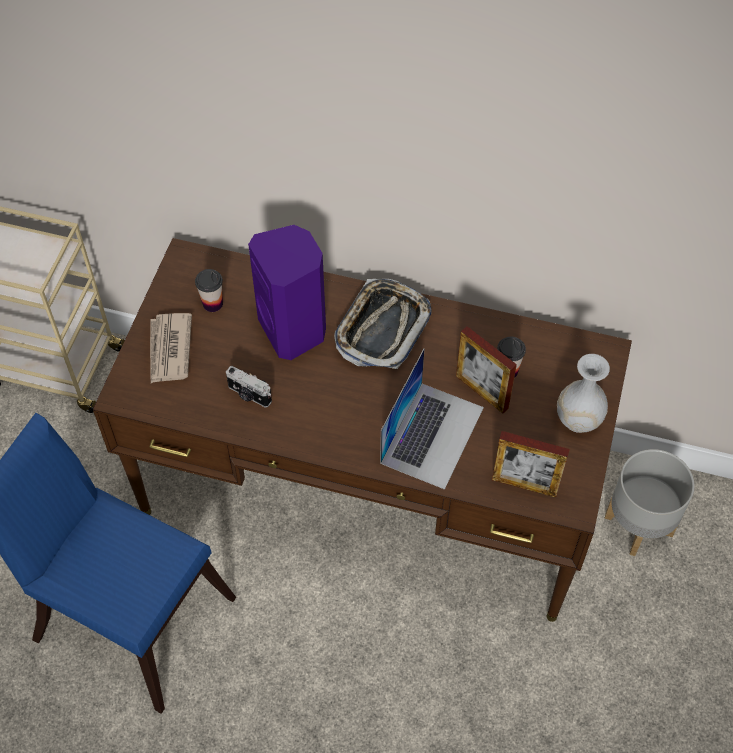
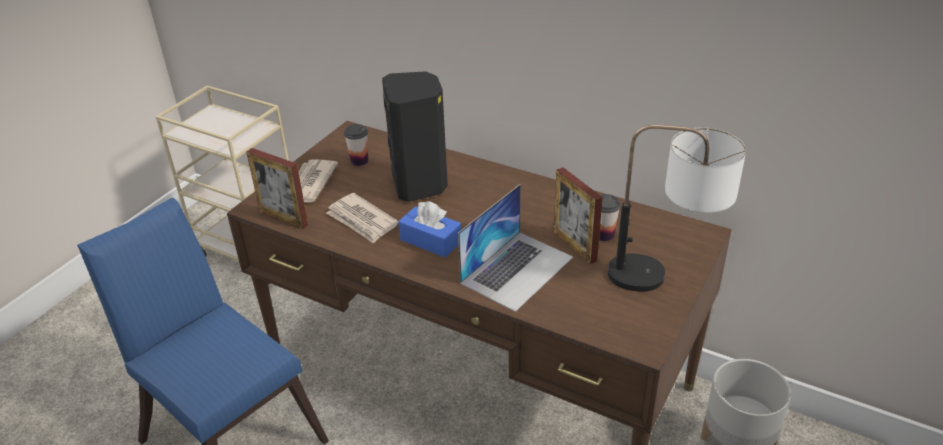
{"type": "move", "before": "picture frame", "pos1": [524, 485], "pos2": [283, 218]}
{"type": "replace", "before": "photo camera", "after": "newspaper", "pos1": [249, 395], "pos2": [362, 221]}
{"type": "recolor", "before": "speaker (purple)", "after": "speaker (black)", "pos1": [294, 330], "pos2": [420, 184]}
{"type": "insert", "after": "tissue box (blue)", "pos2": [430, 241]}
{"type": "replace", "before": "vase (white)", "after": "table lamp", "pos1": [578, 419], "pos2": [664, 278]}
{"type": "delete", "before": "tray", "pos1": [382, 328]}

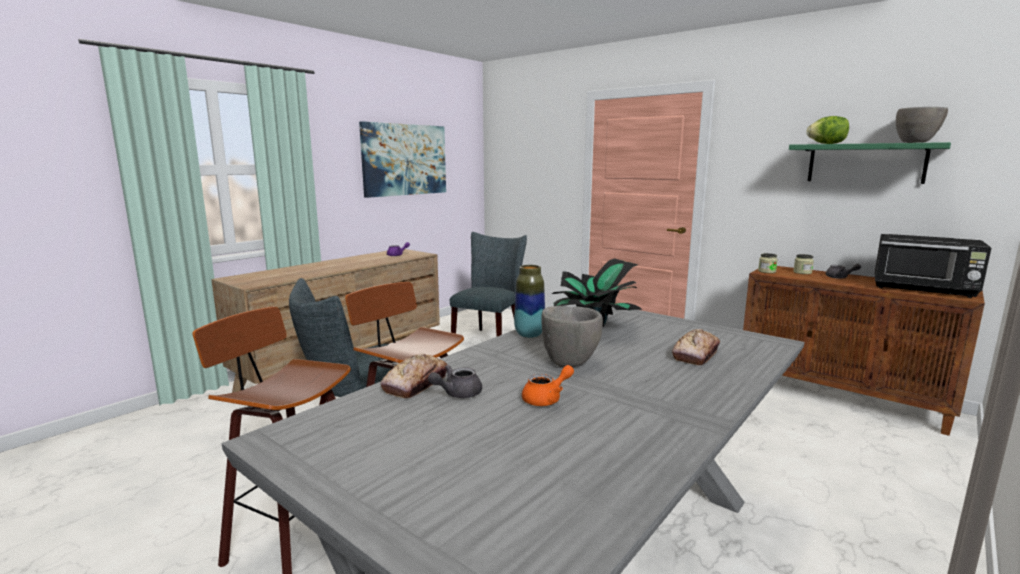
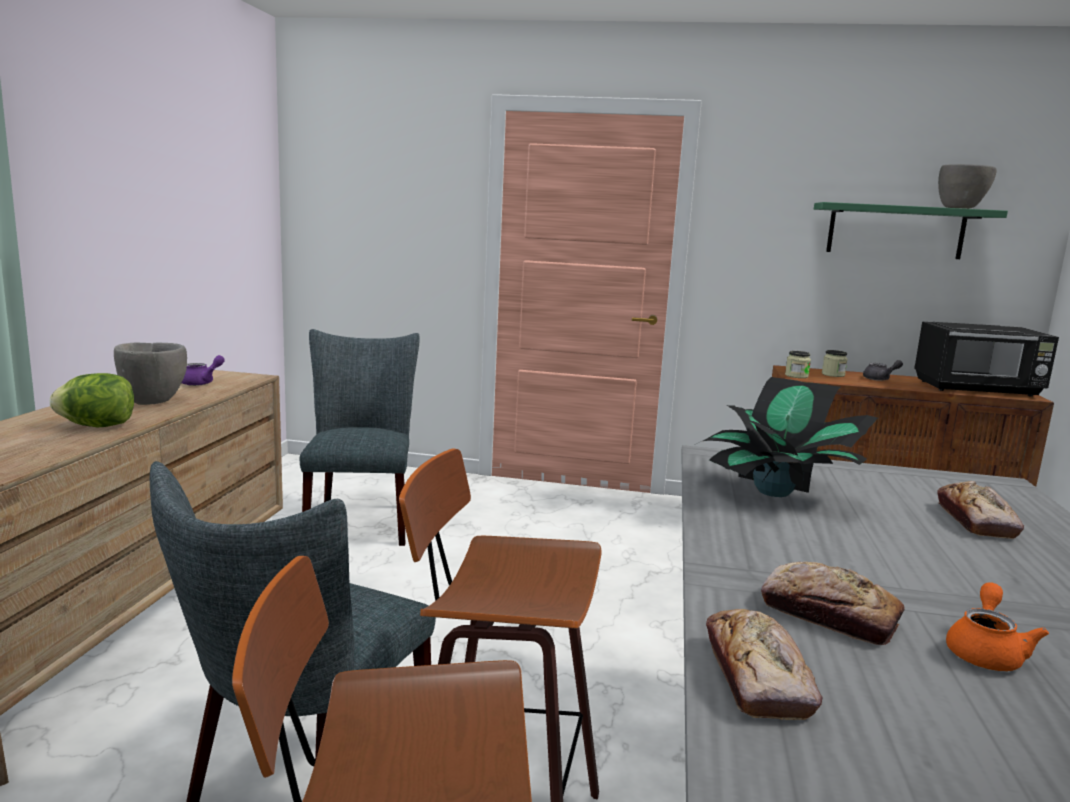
{"type": "move", "before": "lettuce", "pos1": [827, 144], "pos2": [98, 426]}
{"type": "move", "before": "bowl (grey)", "pos1": [569, 362], "pos2": [153, 401]}
{"type": "insert", "after": "bread", "pos2": [828, 615]}
{"type": "delete", "before": "picture", "pos1": [405, 160]}
{"type": "delete", "before": "teapot (grey)", "pos1": [457, 394]}
{"type": "delete", "before": "vase", "pos1": [529, 335]}

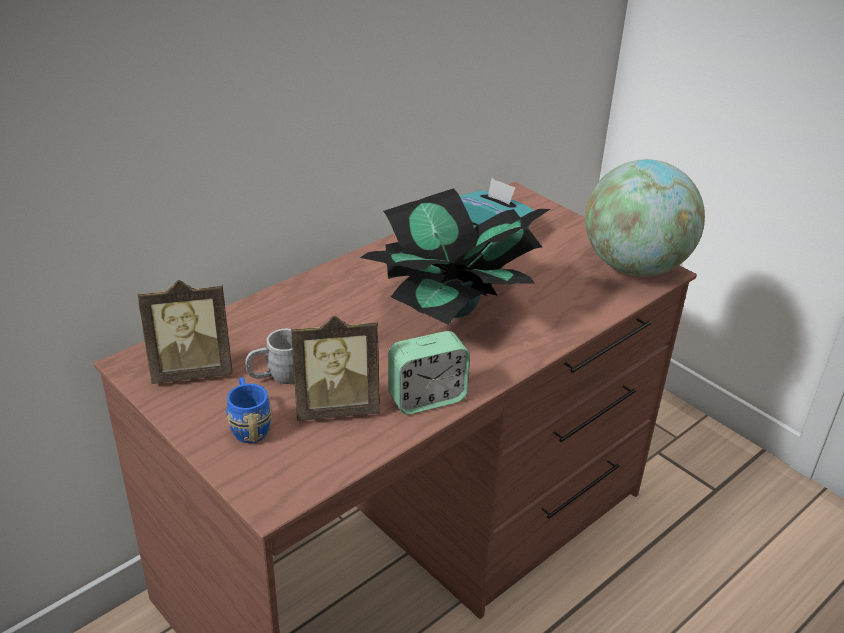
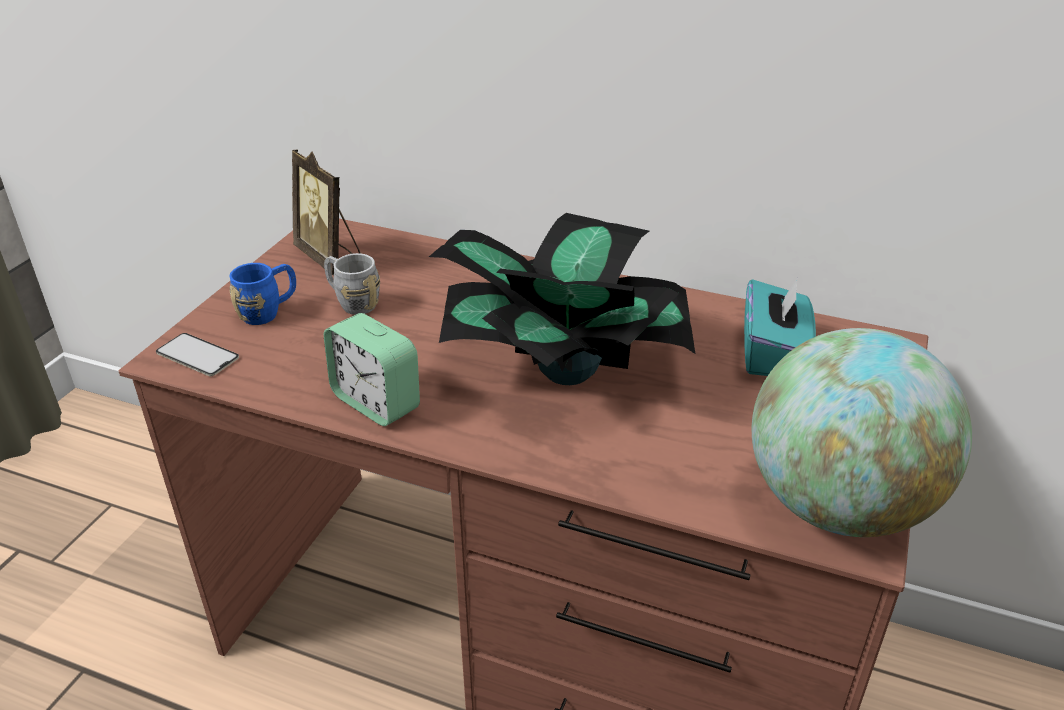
{"type": "insert", "after": "phone", "pos2": [197, 355]}
{"type": "delete", "before": "picture frame", "pos1": [336, 407]}

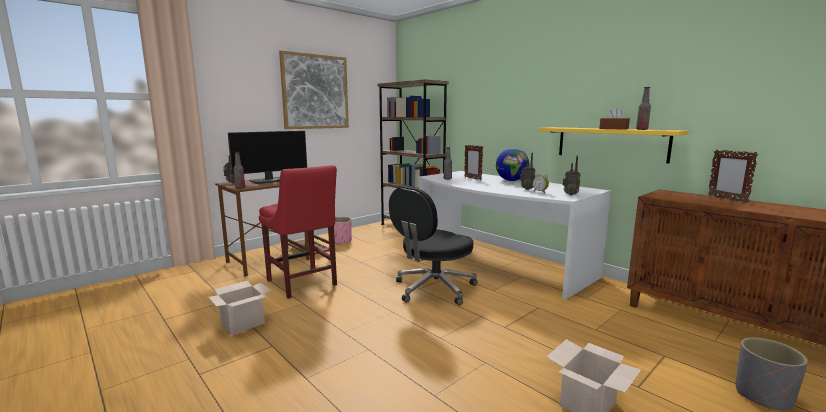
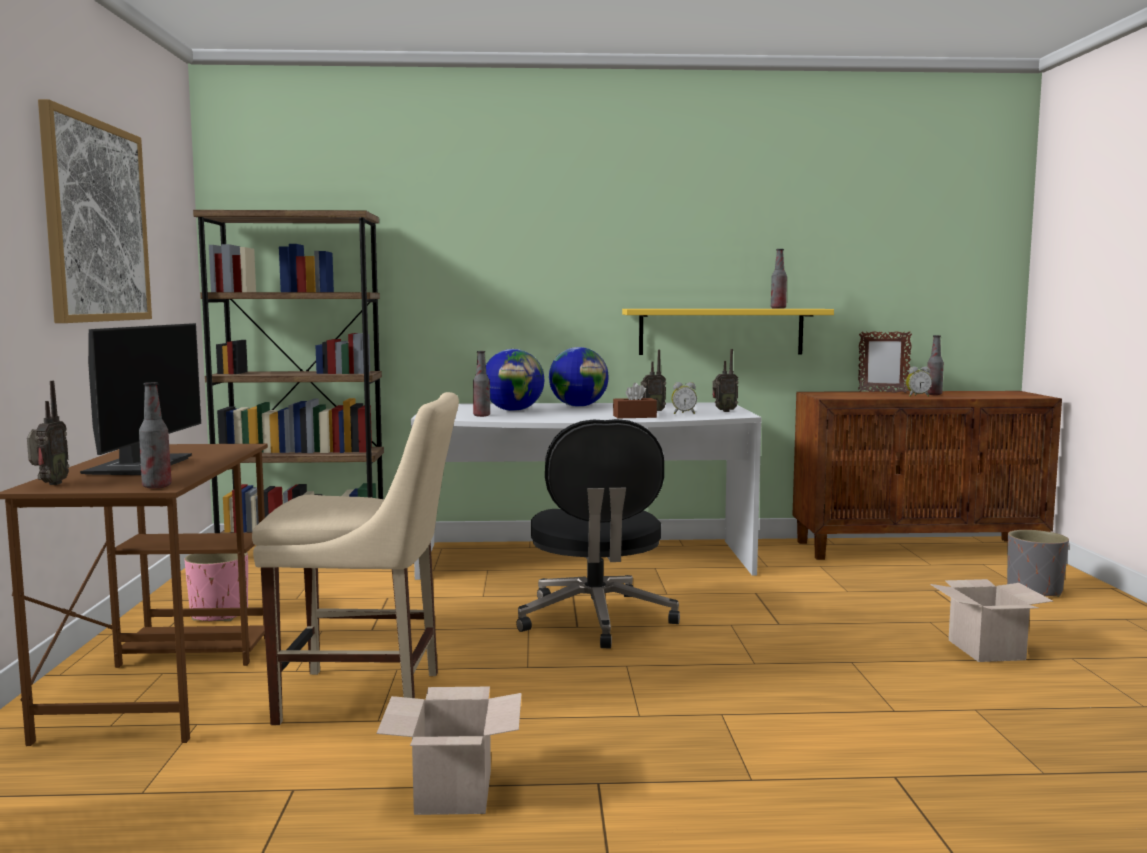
{"type": "recolor", "before": "chair (red)", "after": "chair (beige)", "pos1": [302, 284], "pos2": [369, 698]}
{"type": "replace", "before": "picture frame", "after": "globe", "pos1": [472, 178], "pos2": [513, 410]}
{"type": "move", "before": "tissue box (brown)", "pos1": [613, 129], "pos2": [634, 416]}
{"type": "insert", "after": "alarm clock", "pos2": [917, 396]}
{"type": "insert", "after": "bottle", "pos2": [933, 394]}

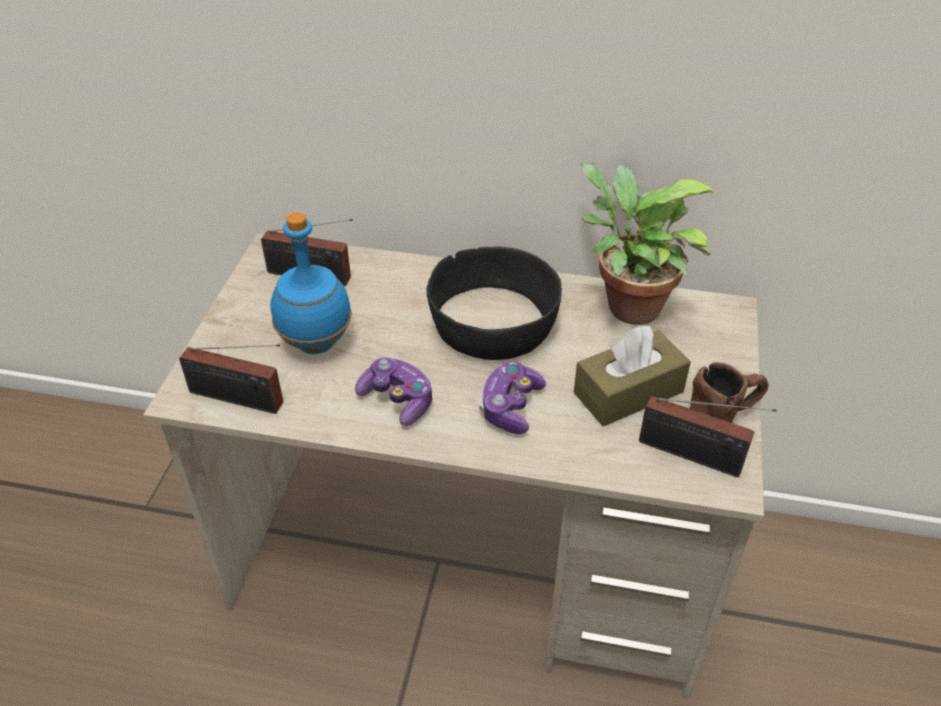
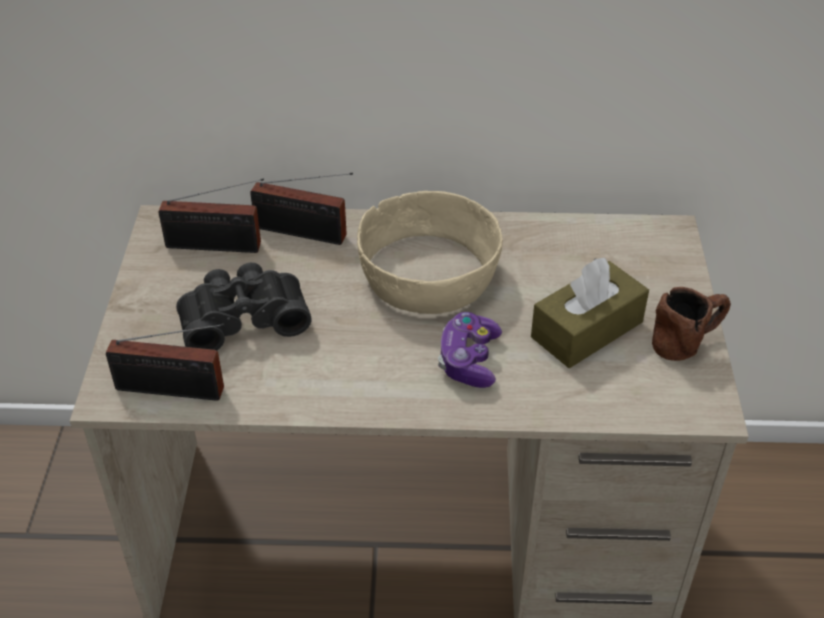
{"type": "replace", "before": "bottle (blue)", "after": "binoculars (black)", "pos1": [317, 342], "pos2": [243, 318]}
{"type": "move", "before": "radio", "pos1": [695, 457], "pos2": [305, 233]}
{"type": "recolor", "before": "bowl (black)", "after": "bowl (beige)", "pos1": [494, 323], "pos2": [430, 274]}
{"type": "delete", "before": "game controller", "pos1": [397, 400]}
{"type": "delete", "before": "potted plant", "pos1": [626, 306]}

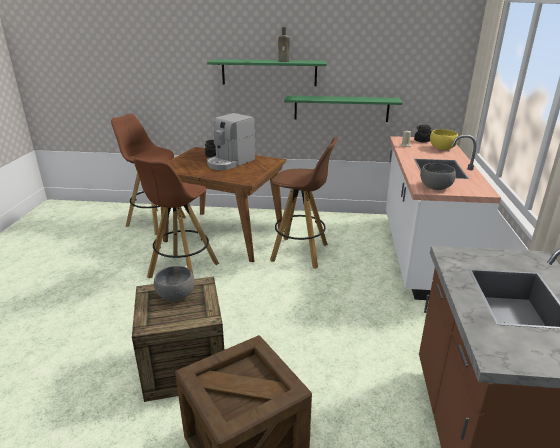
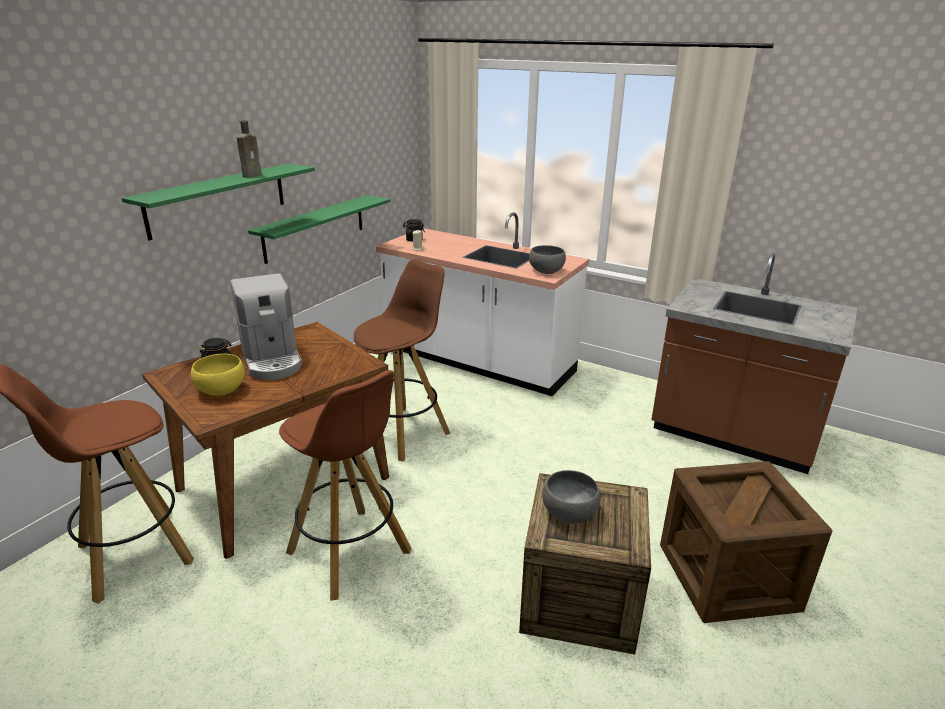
{"type": "move", "before": "bowl (yellow)", "pos1": [442, 148], "pos2": [221, 389]}

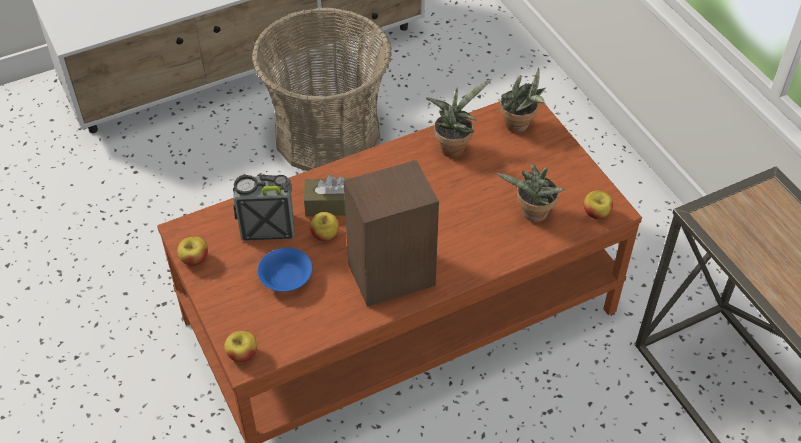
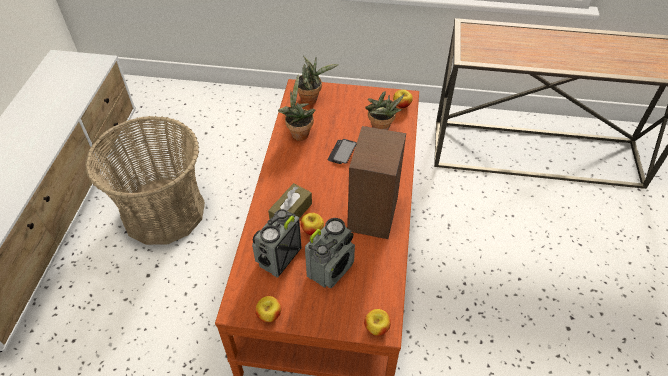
{"type": "replace", "before": "bowl (blue)", "after": "radio", "pos1": [286, 278], "pos2": [331, 269]}
{"type": "insert", "after": "phone", "pos2": [342, 152]}

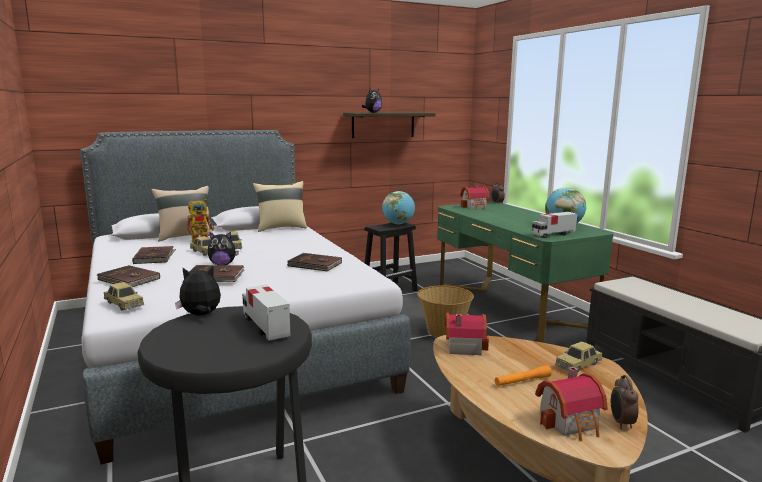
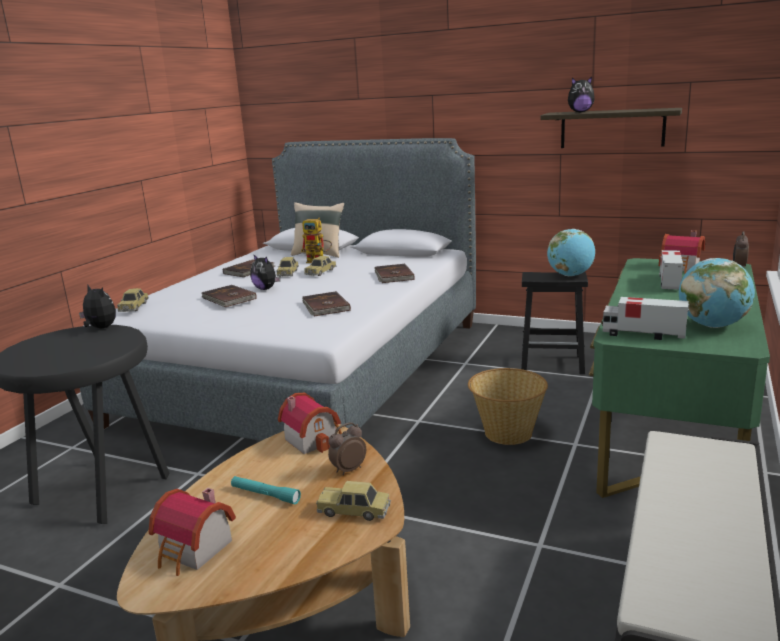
{"type": "recolor", "before": "flashlight (orange)", "after": "flashlight (turquoise)", "pos1": [522, 381], "pos2": [265, 495]}
{"type": "move", "before": "alarm clock", "pos1": [621, 423], "pos2": [348, 470]}
{"type": "move", "before": "book (brown)", "pos1": [128, 279], "pos2": [393, 276]}
{"type": "move", "before": "toy truck", "pos1": [265, 327], "pos2": [669, 282]}
{"type": "delete", "before": "pillow (beige)", "pos1": [281, 228]}

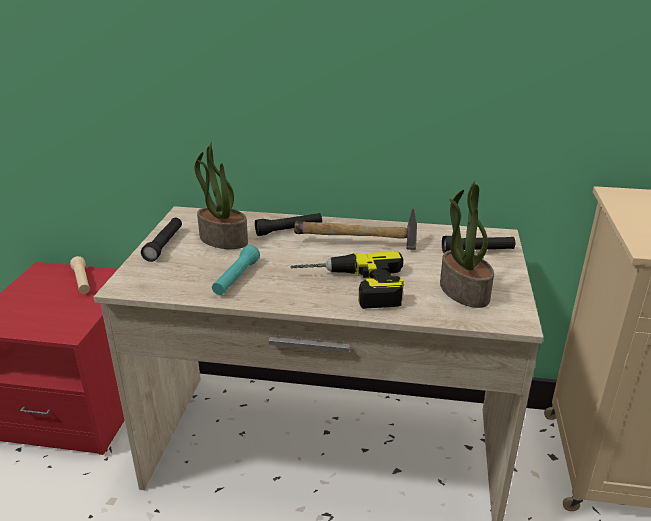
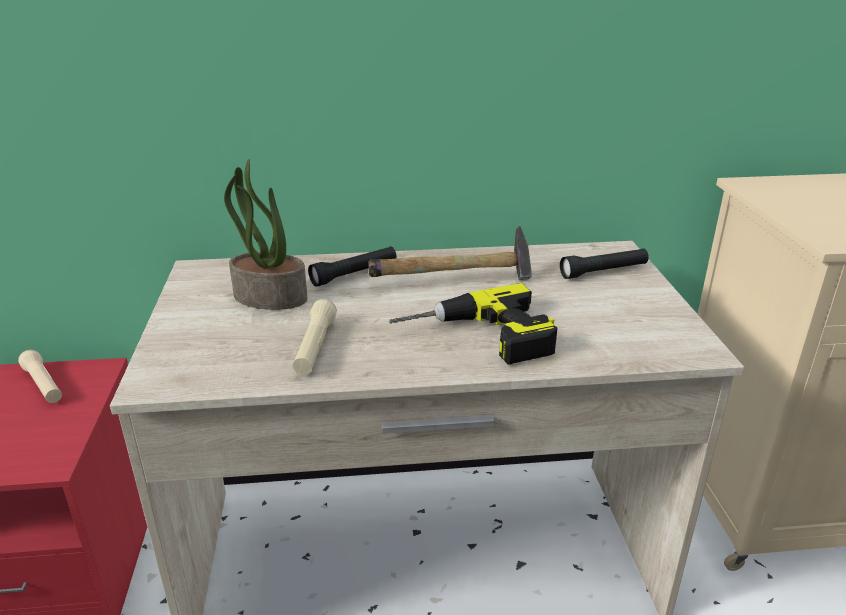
{"type": "recolor", "before": "flashlight (turquoise)", "after": "flashlight (beige)", "pos1": [236, 278], "pos2": [315, 347]}
{"type": "delete", "before": "flashlight (black)", "pos1": [164, 245]}
{"type": "delete", "before": "potted plant", "pos1": [462, 291]}

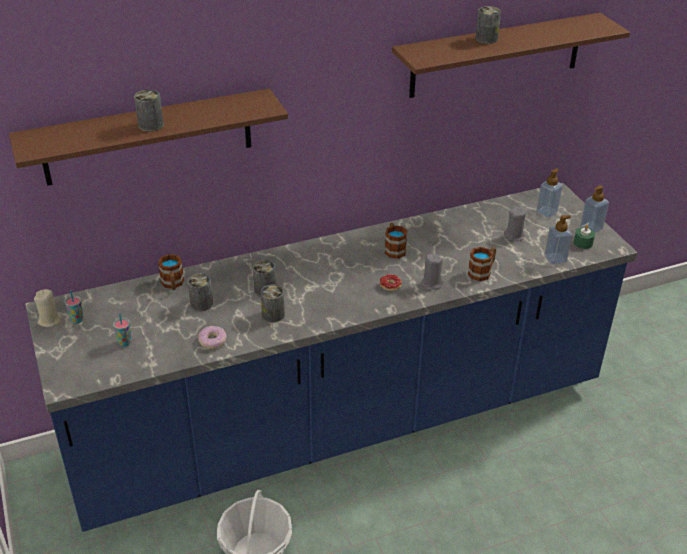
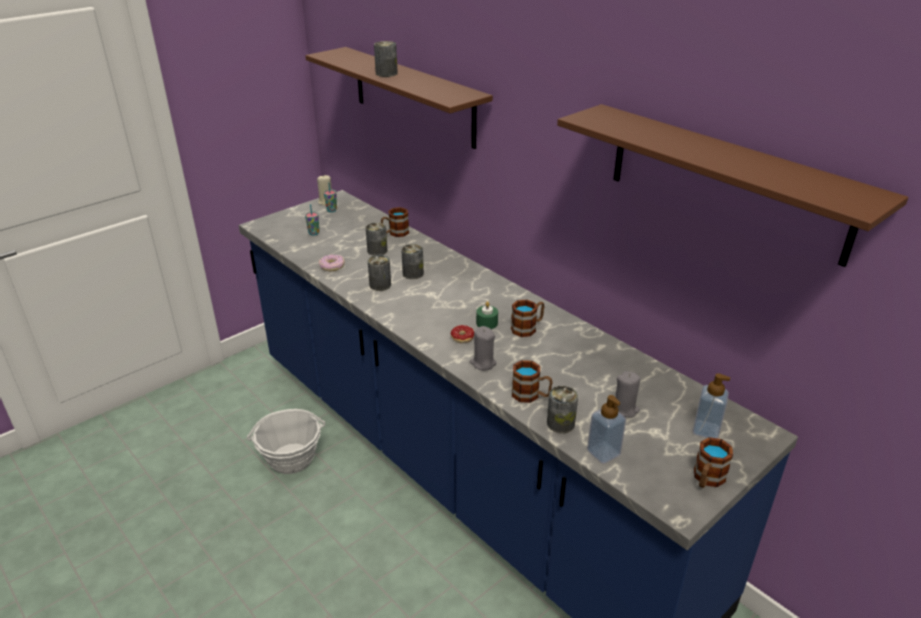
{"type": "move", "before": "candle (green)", "pos1": [583, 243], "pos2": [487, 323]}
{"type": "move", "before": "can", "pos1": [486, 39], "pos2": [560, 423]}
{"type": "replace", "before": "soap dispenser", "after": "mug", "pos1": [591, 228], "pos2": [707, 479]}

